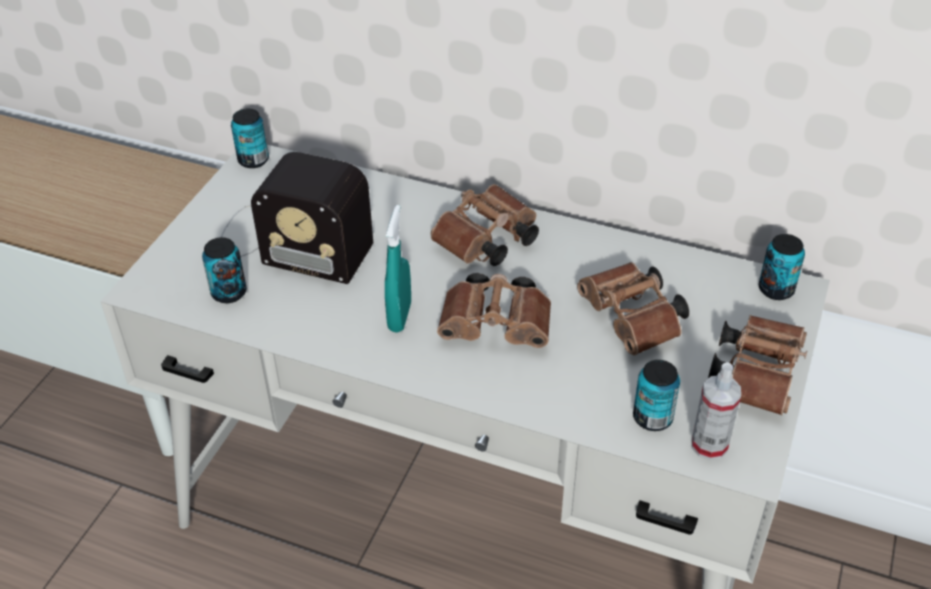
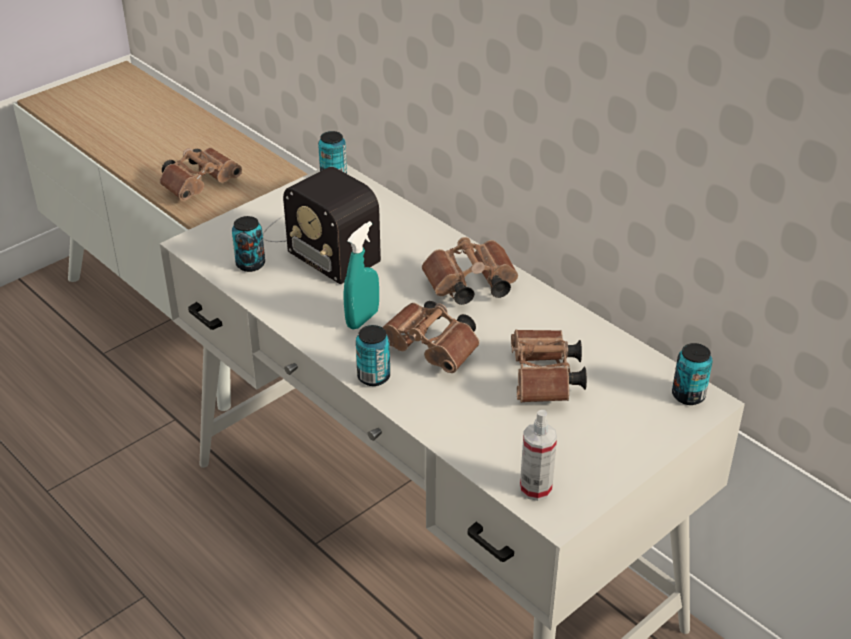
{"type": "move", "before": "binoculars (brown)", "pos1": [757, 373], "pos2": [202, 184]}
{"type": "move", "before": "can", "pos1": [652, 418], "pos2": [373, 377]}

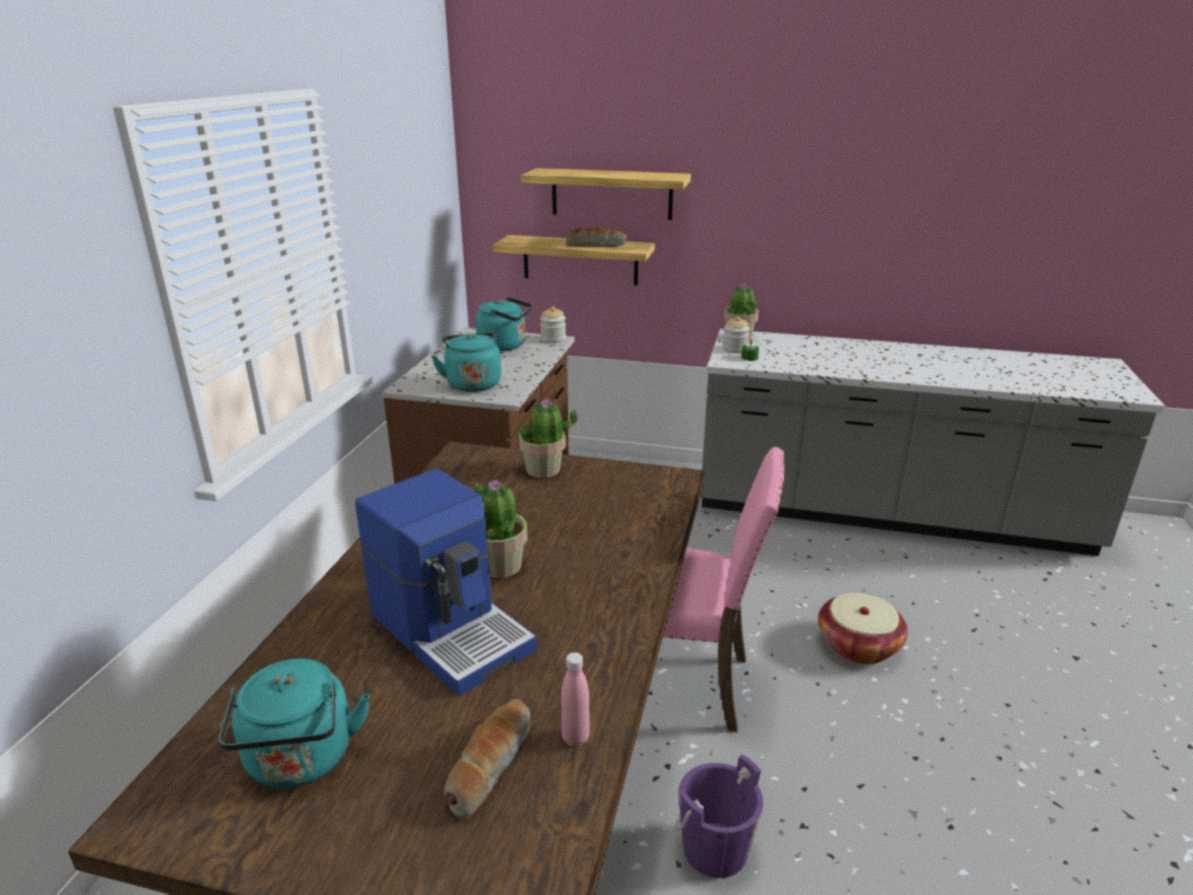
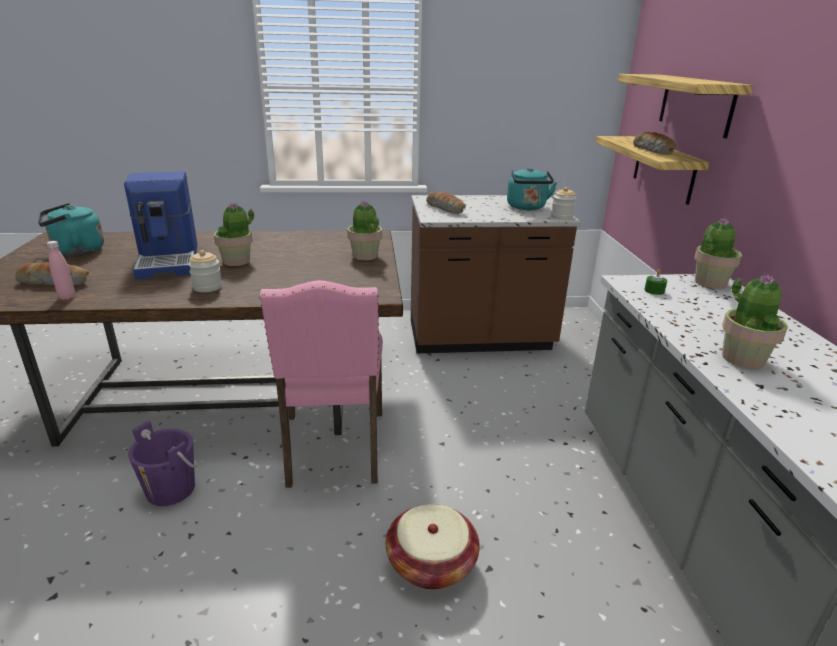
{"type": "rotate", "before": "coffee machine", "pos1": [452, 630], "pos2": [170, 260], "turn": -45}
{"type": "move", "before": "jar", "pos1": [735, 349], "pos2": [207, 287]}
{"type": "replace", "before": "kettle (turquoise)", "after": "bread", "pos1": [473, 383], "pos2": [446, 209]}
{"type": "insert", "after": "potted plant", "pos2": [743, 358]}

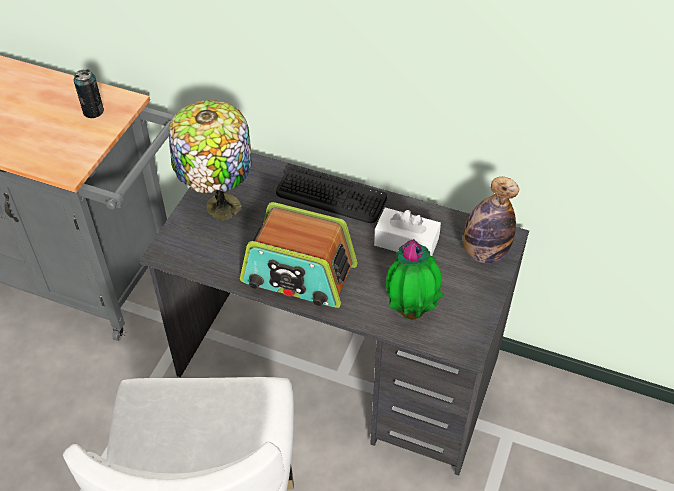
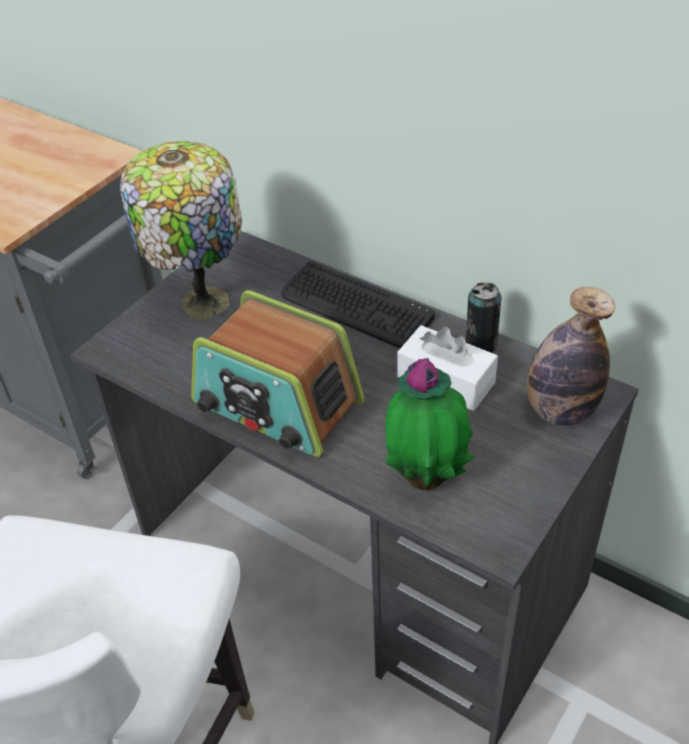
{"type": "move", "before": "can", "pos1": [93, 111], "pos2": [481, 345]}

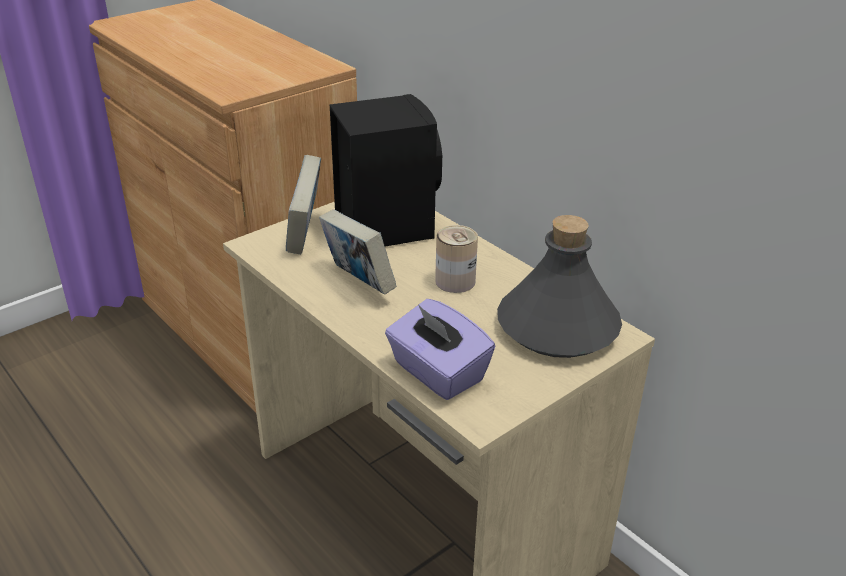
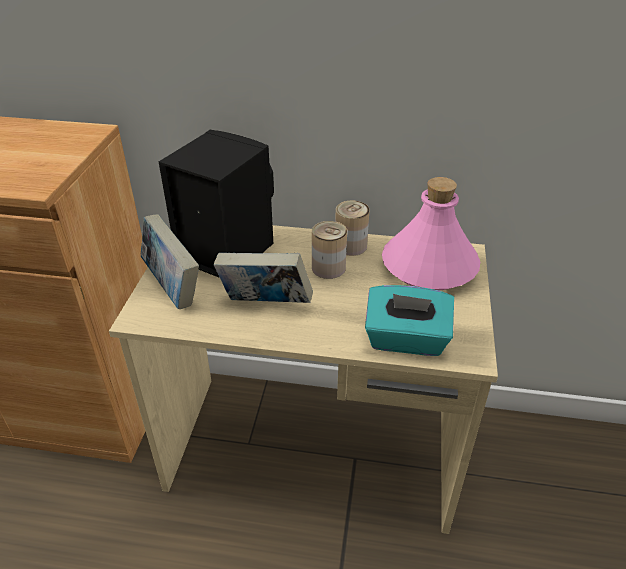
{"type": "insert", "after": "can", "pos2": [350, 246]}
{"type": "recolor", "before": "tissue box (purple)", "after": "tissue box (turquoise)", "pos1": [437, 373], "pos2": [406, 340]}
{"type": "recolor", "before": "bottle (grey)", "after": "bottle (pink)", "pos1": [558, 327], "pos2": [429, 266]}

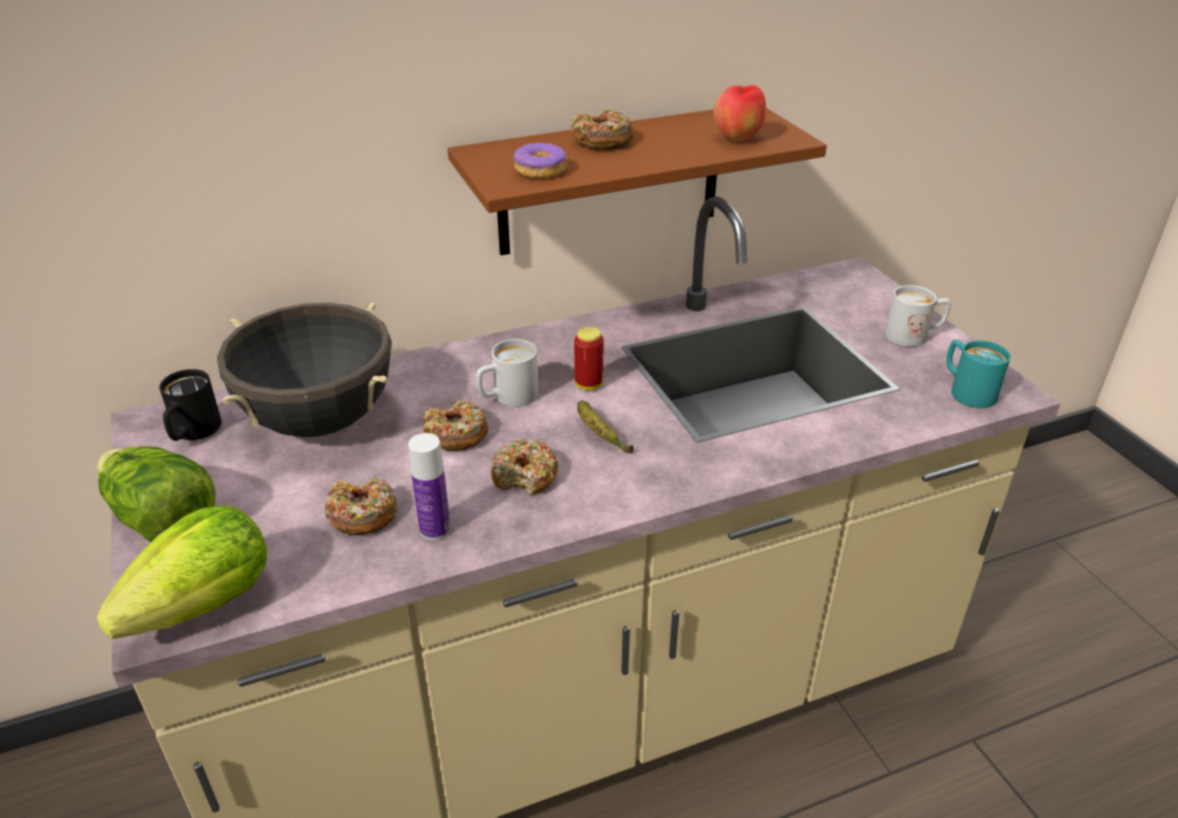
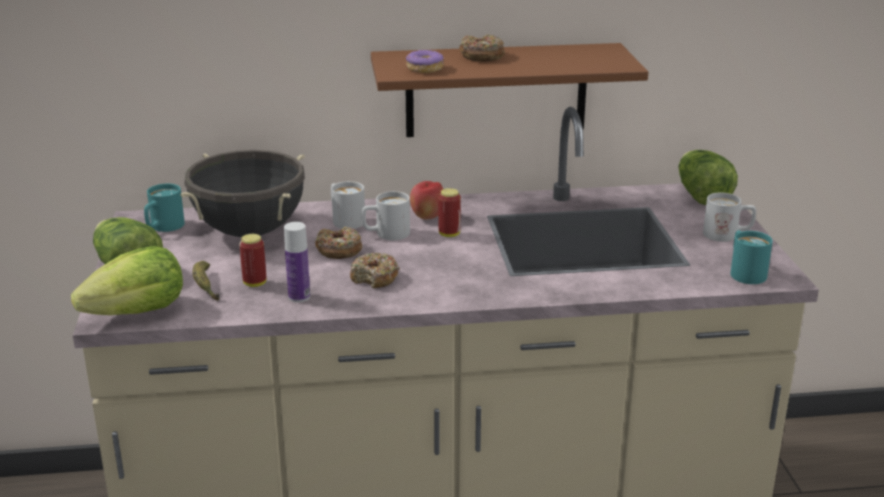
{"type": "recolor", "before": "mug (black)", "after": "mug (turquoise)", "pos1": [192, 433], "pos2": [163, 228]}
{"type": "move", "before": "banana", "pos1": [599, 434], "pos2": [205, 286]}
{"type": "replace", "before": "donut", "after": "can", "pos1": [362, 515], "pos2": [255, 283]}
{"type": "insert", "after": "mug (white)", "pos2": [345, 220]}
{"type": "move", "before": "apple", "pos1": [737, 139], "pos2": [427, 217]}
{"type": "insert", "after": "lettuce", "pos2": [701, 195]}

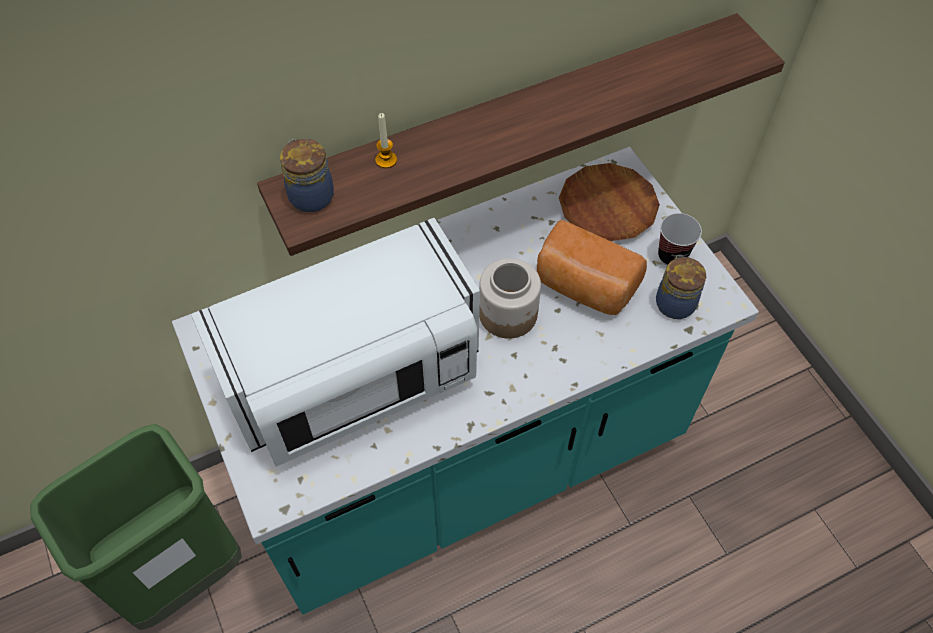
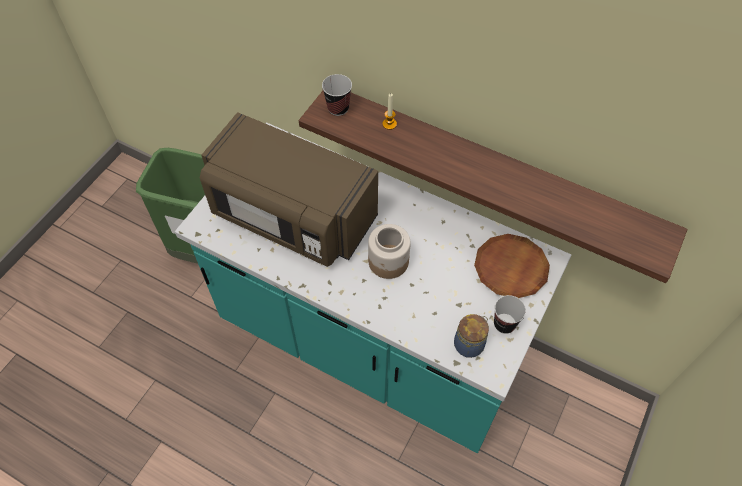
{"type": "recolor", "before": "microwave (white)", "after": "microwave (brown)", "pos1": [355, 377], "pos2": [292, 216]}
{"type": "replace", "before": "jar", "after": "cup", "pos1": [310, 195], "pos2": [338, 108]}
{"type": "delete", "before": "bread", "pos1": [584, 287]}

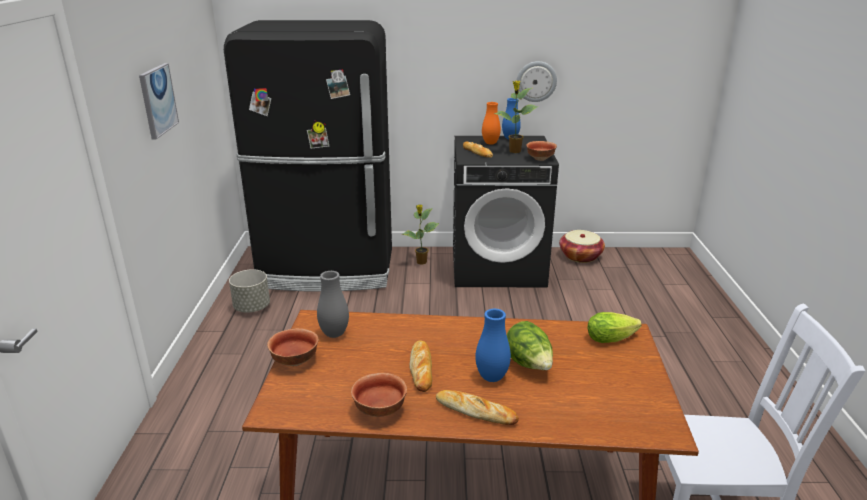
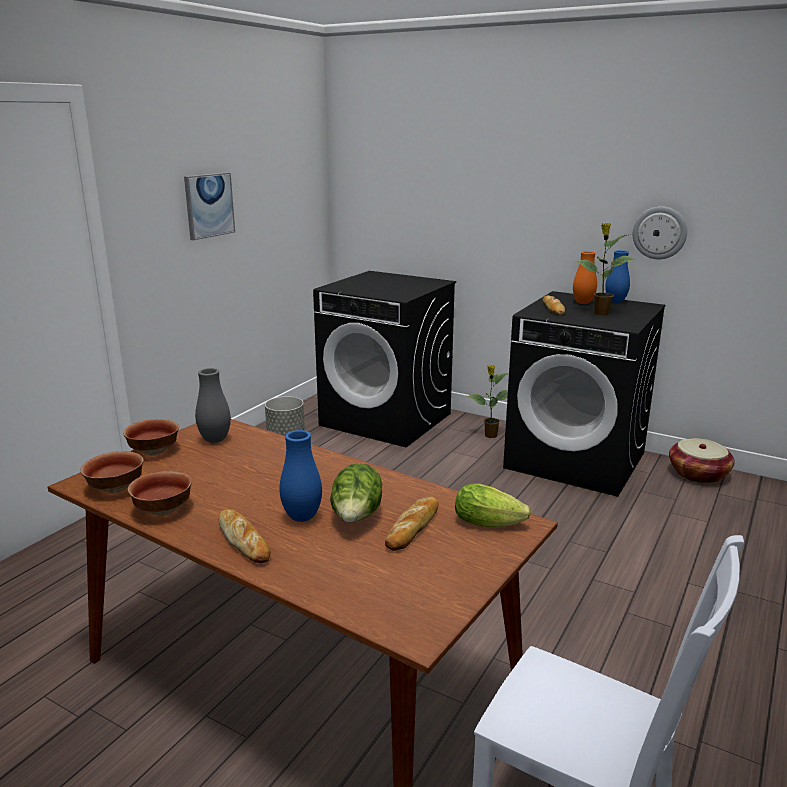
{"type": "move", "before": "bowl", "pos1": [540, 159], "pos2": [116, 489]}
{"type": "replace", "before": "fridge (black)", "after": "washing machine (black)", "pos1": [327, 269], "pos2": [387, 419]}
{"type": "move", "before": "bread", "pos1": [421, 368], "pos2": [413, 527]}

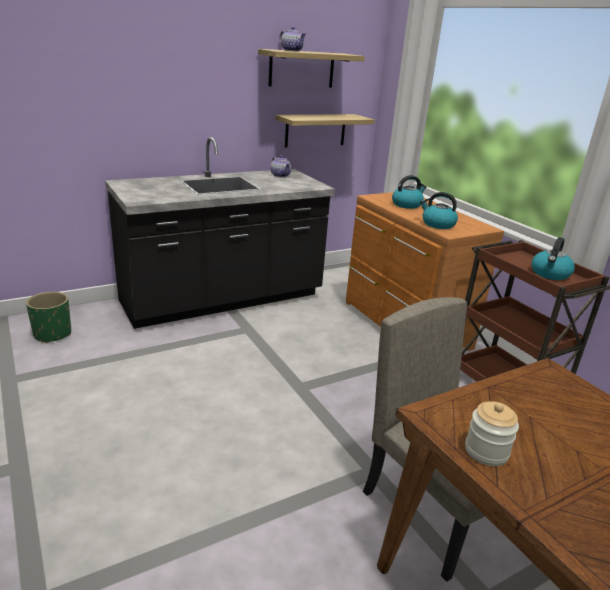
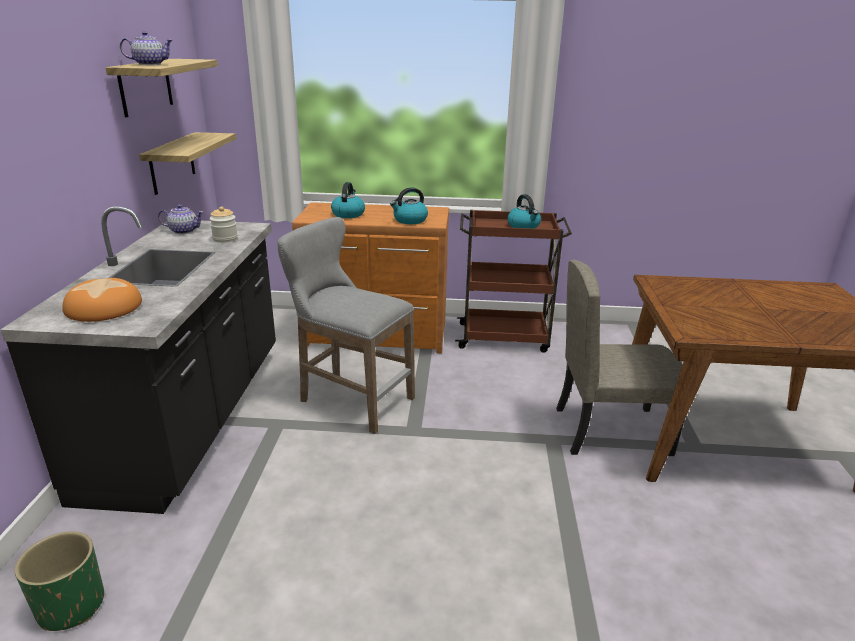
{"type": "insert", "after": "bread", "pos2": [103, 307]}
{"type": "move", "before": "jar", "pos1": [486, 451], "pos2": [225, 239]}
{"type": "insert", "after": "stool (grey)", "pos2": [350, 399]}

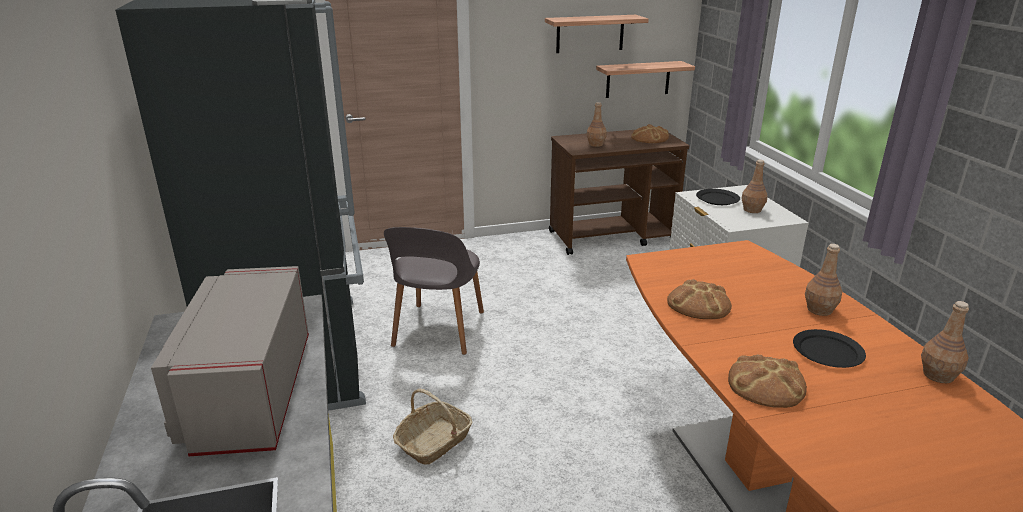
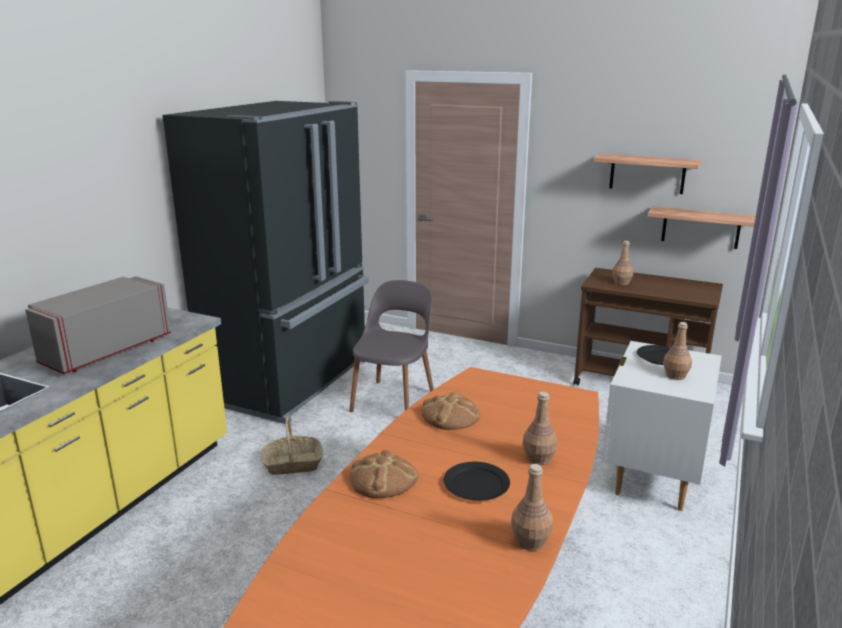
{"type": "rotate", "before": "chair (grey)", "pos1": [438, 330], "pos2": [394, 400], "turn": 150}
{"type": "delete", "before": "bread", "pos1": [649, 138]}

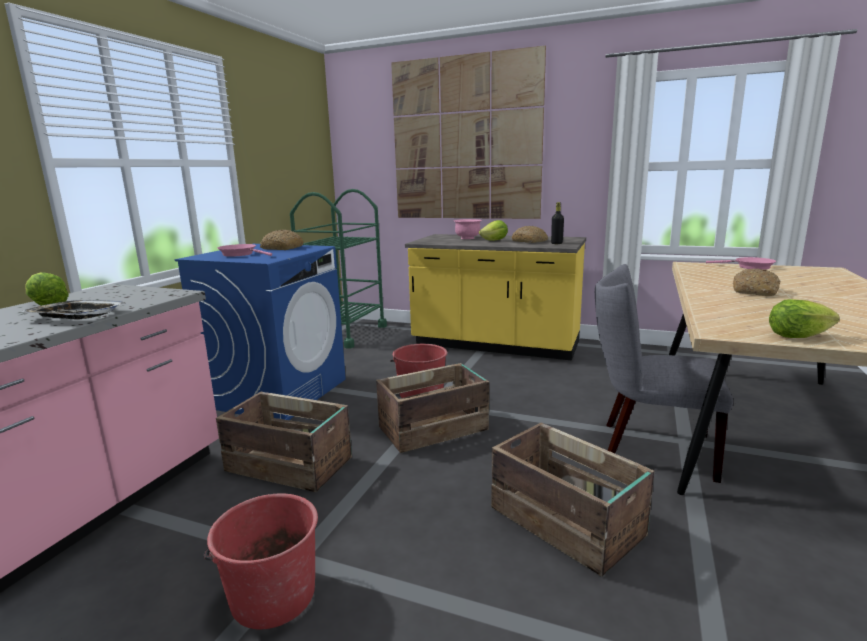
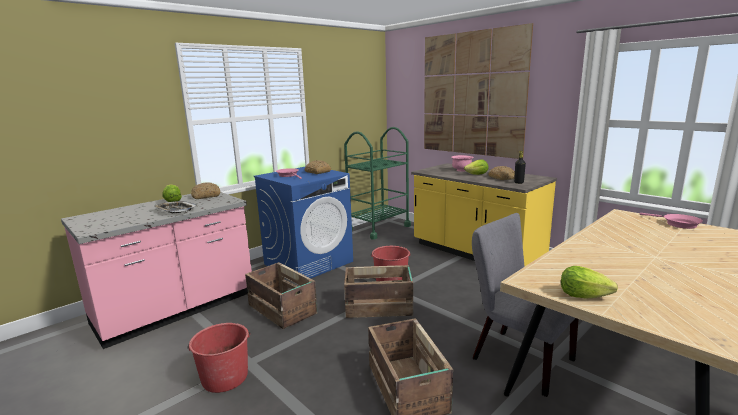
{"type": "move", "before": "bread", "pos1": [755, 291], "pos2": [205, 196]}

